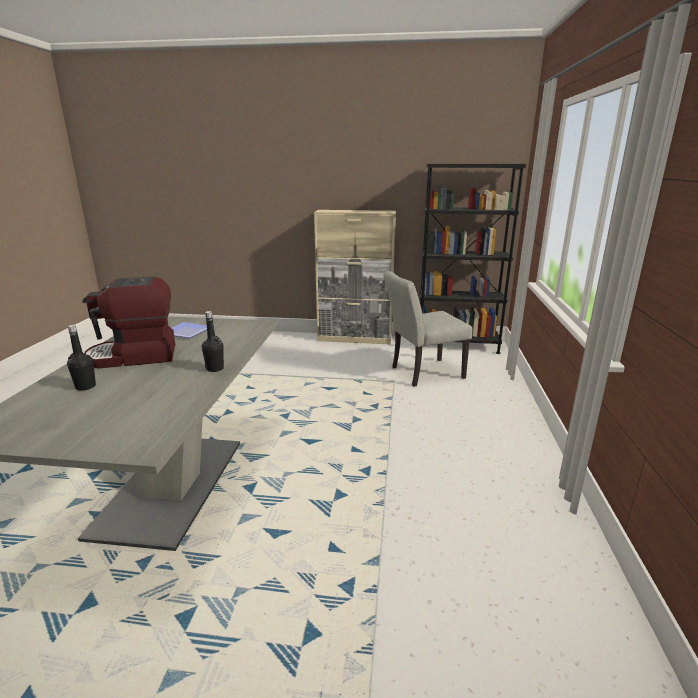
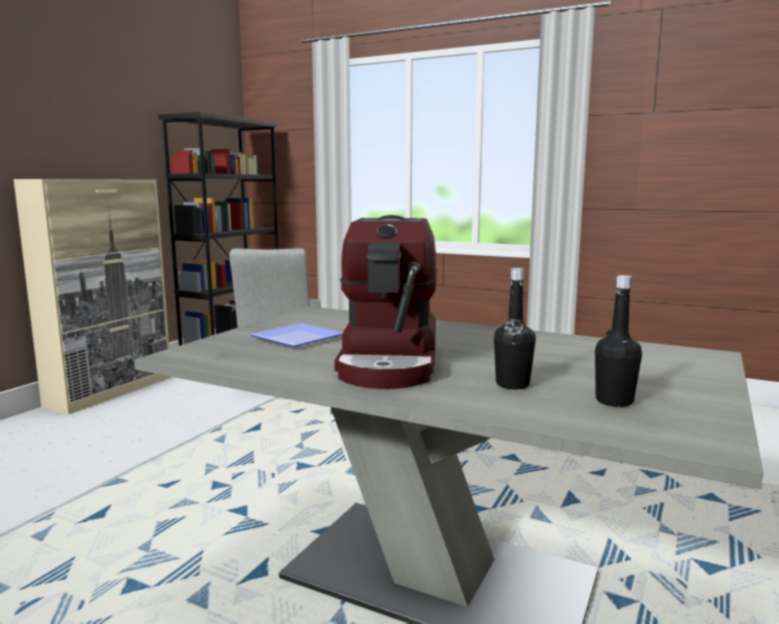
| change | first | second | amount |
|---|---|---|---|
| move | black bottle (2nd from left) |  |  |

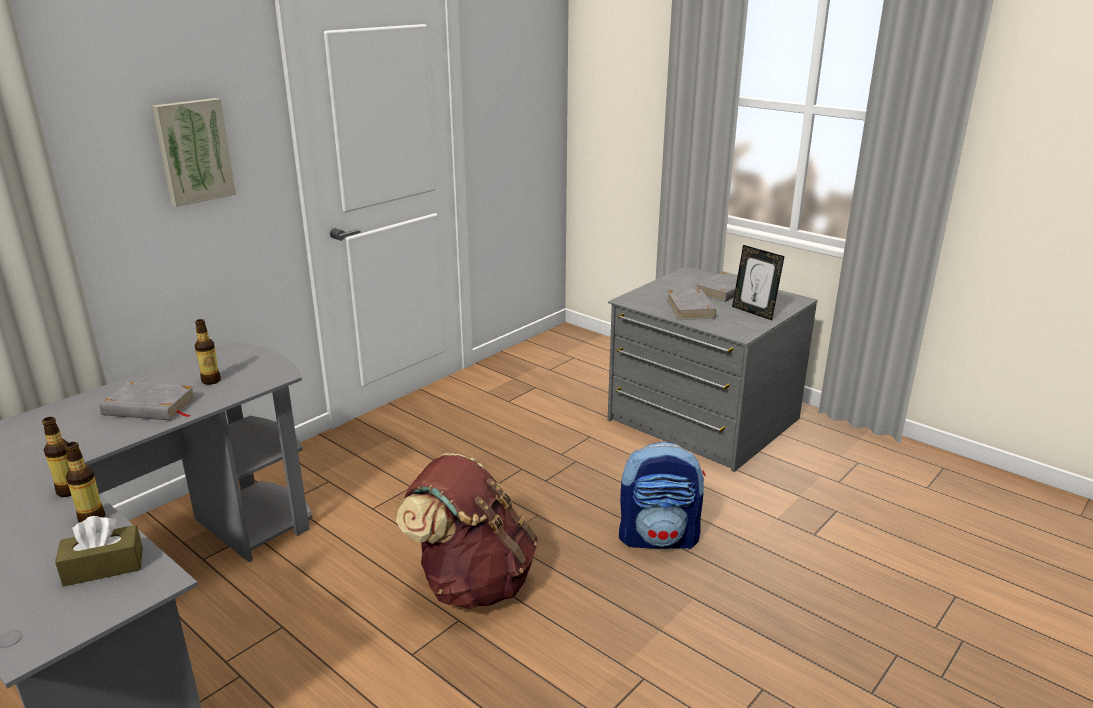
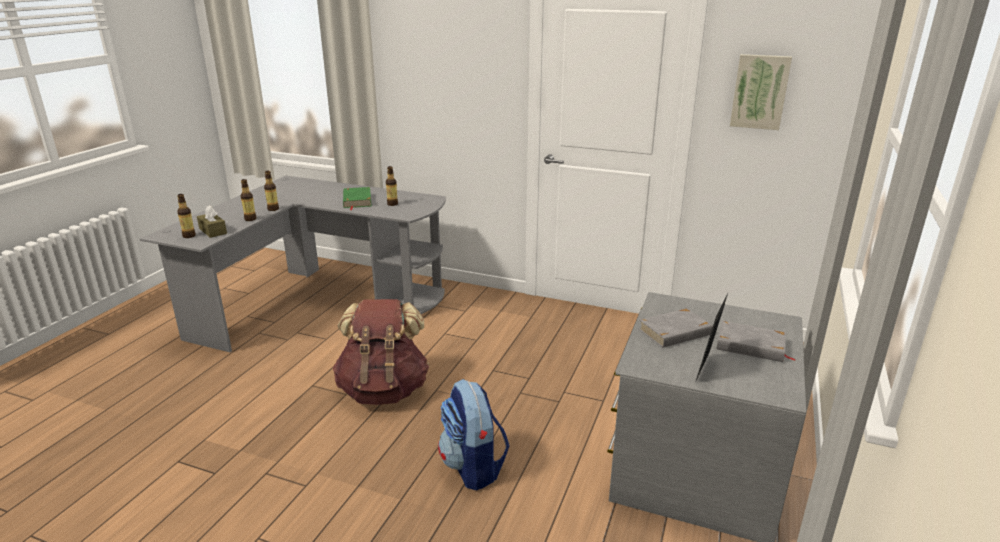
| change | first | second | amount |
|---|---|---|---|
| insert |  | bottle (1st from left) |  |
| move | wall art |  |  |
| recolor | grey book (1st from left) | green-coloured book |  |

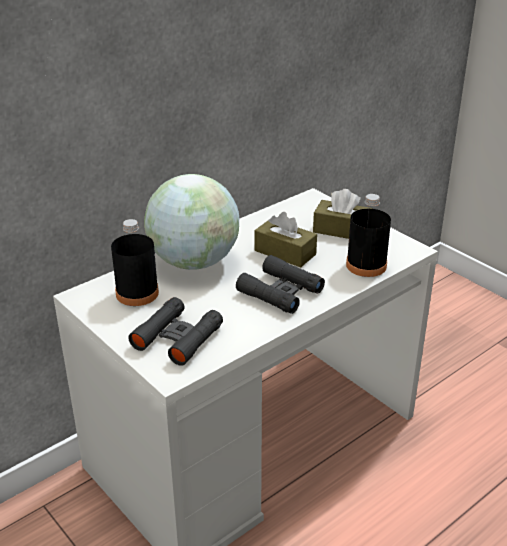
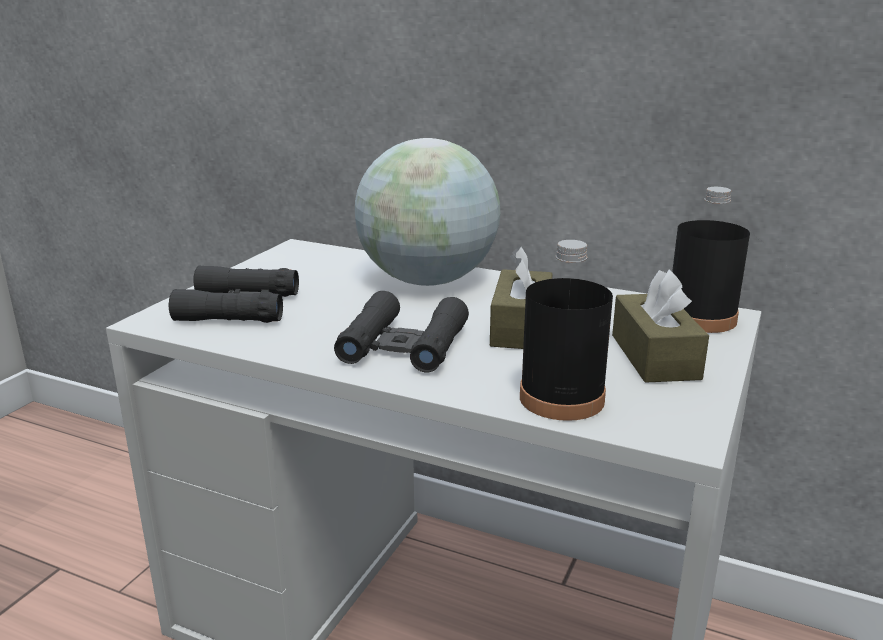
| change | first | second | amount |
|---|---|---|---|
| move | black bottle (1st from left in the first image) | black bottle (2nd from left) |  |

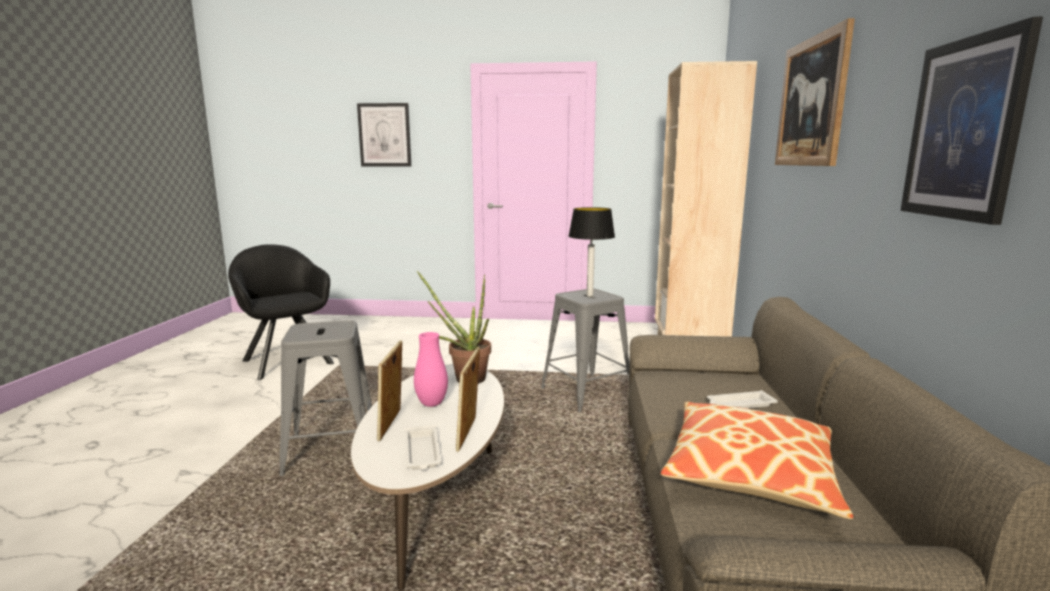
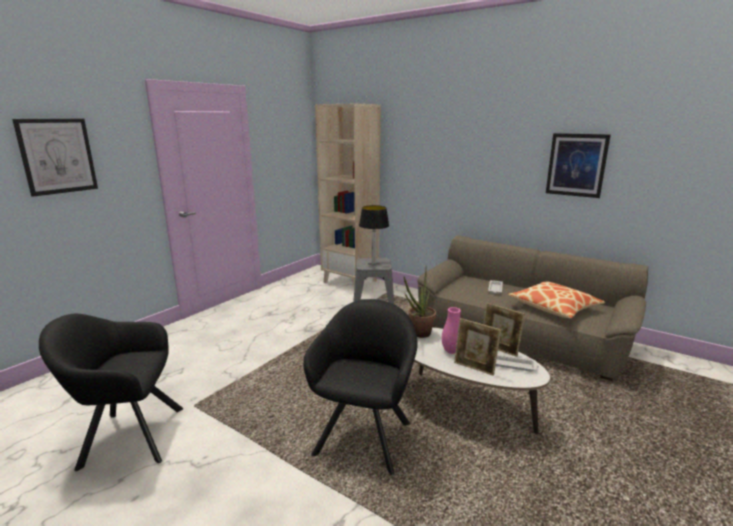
| change | first | second | amount |
|---|---|---|---|
| delete | wall art (2nd from left) |  |  |
| replace | grey stool seat (1st from left) | black lounge chair (2nd from left) |  |

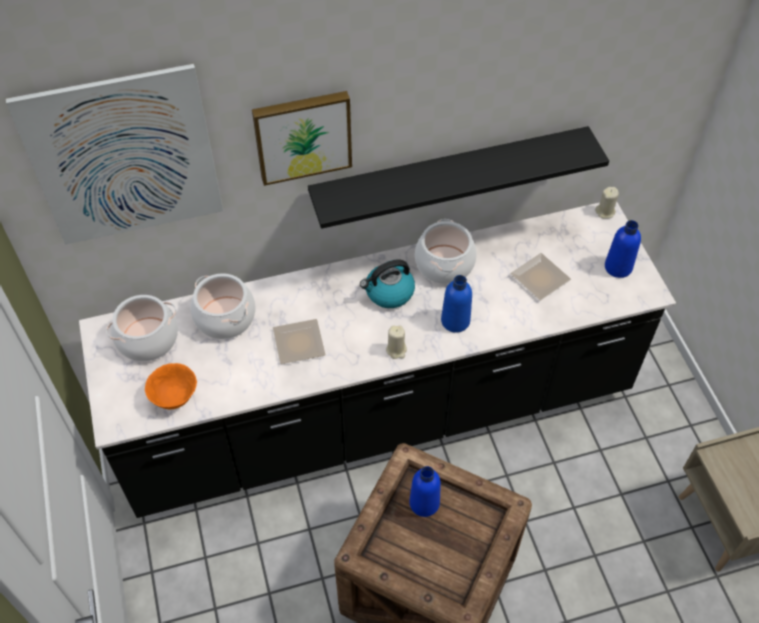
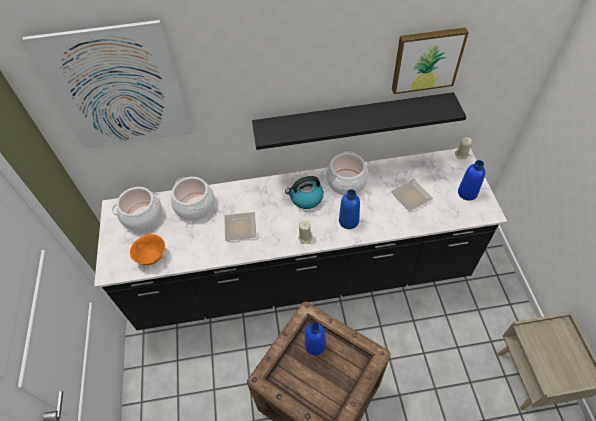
| change | first | second | amount |
|---|---|---|---|
| move | wall art (2nd from left) |  |  |

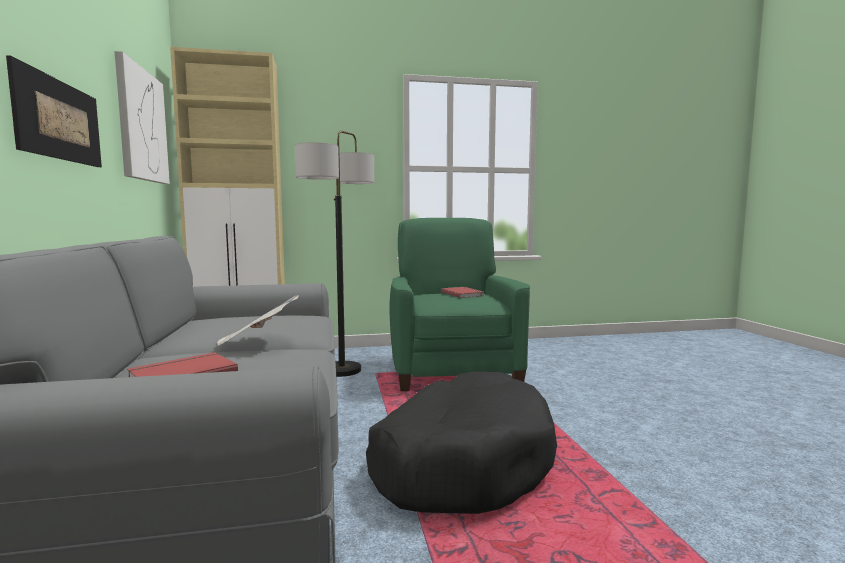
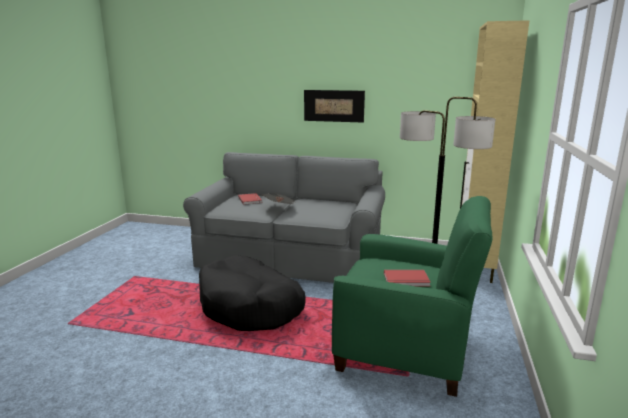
| change | first | second | amount |
|---|---|---|---|
| delete | wall art (2nd from left) |  |  |

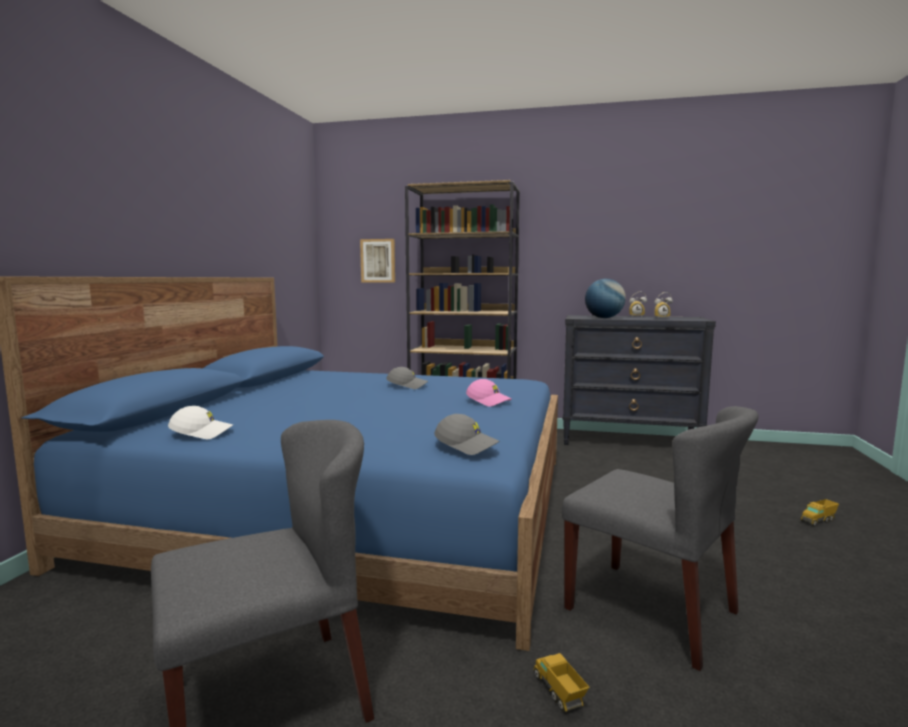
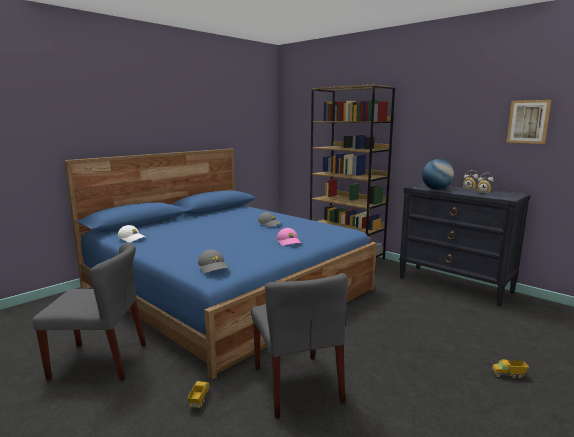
| change | first | second | amount |
|---|---|---|---|
| move | wall art |  |  |

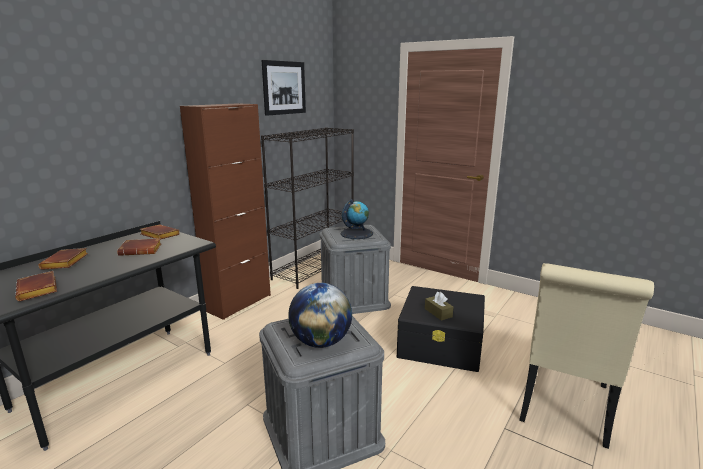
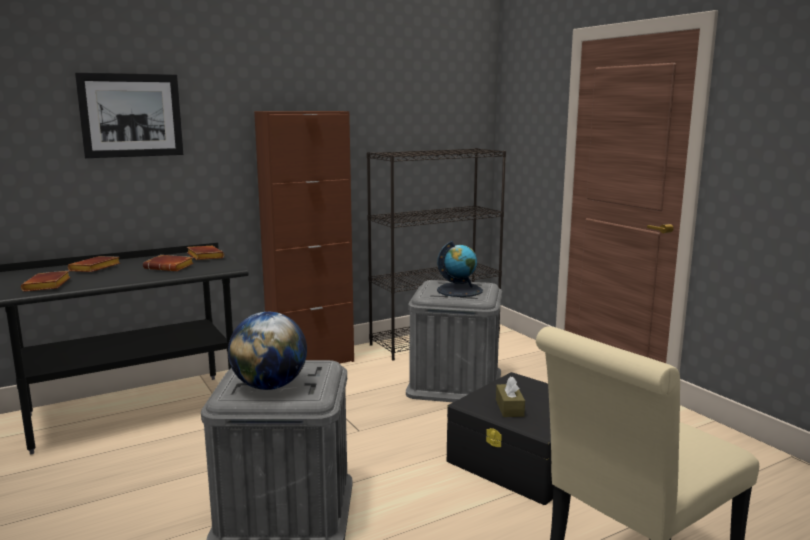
| change | first | second | amount |
|---|---|---|---|
| move | wall art |  |  |

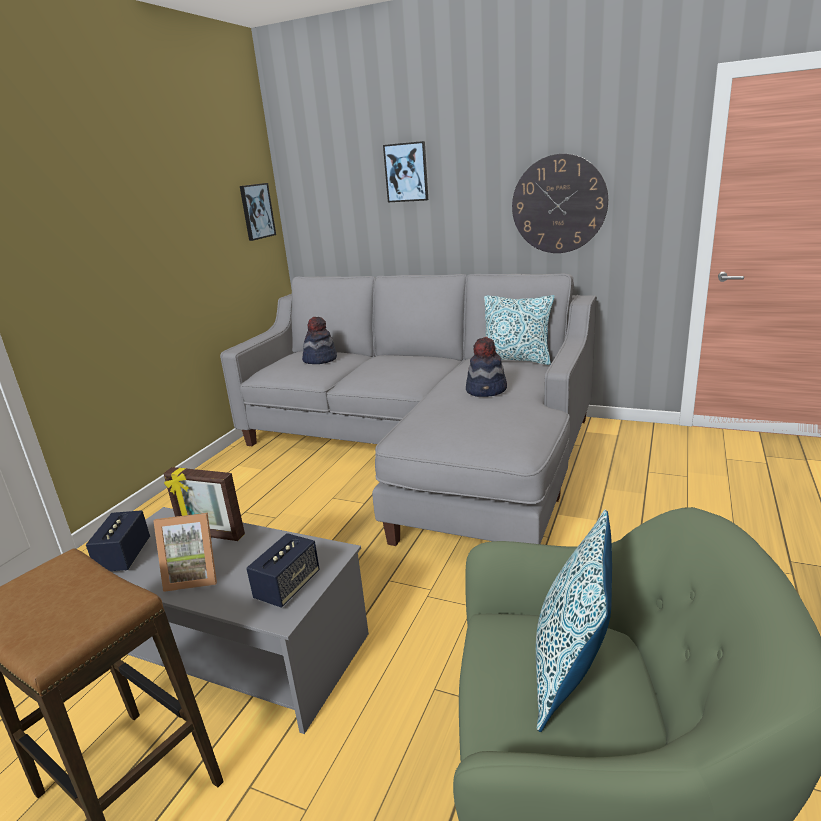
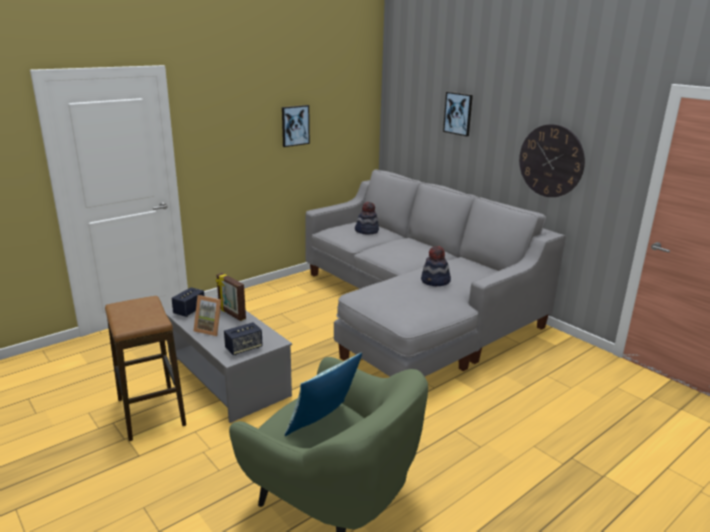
| change | first | second | amount |
|---|---|---|---|
| delete | pillow (1st from left) |  |  |
| move | wall art (1st from left) |  |  |

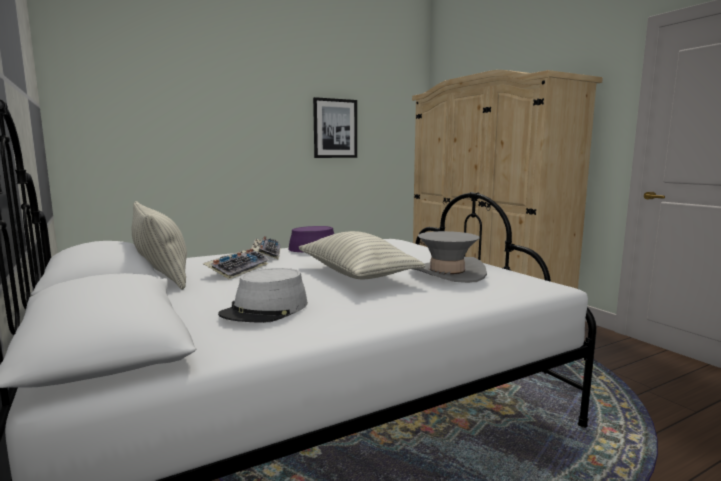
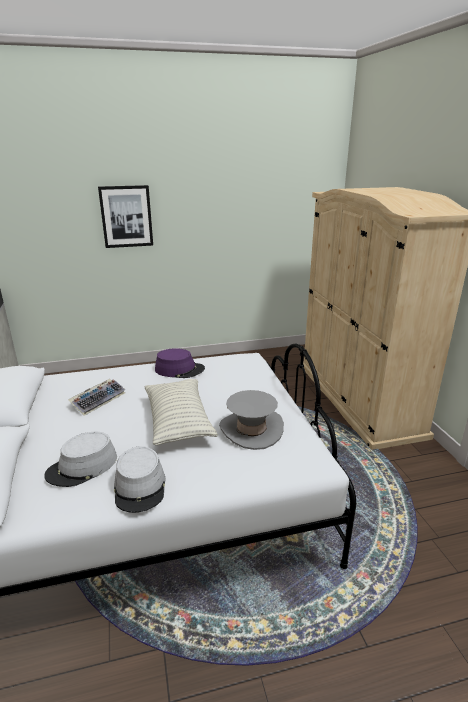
| change | first | second | amount |
|---|---|---|---|
| delete | pillow (1st from left) |  |  |
| delete | PC keyboard (2nd from left) |  |  |
| insert |  | grey wearable hat (2nd from left) |  |
| move | wall art |  |  |

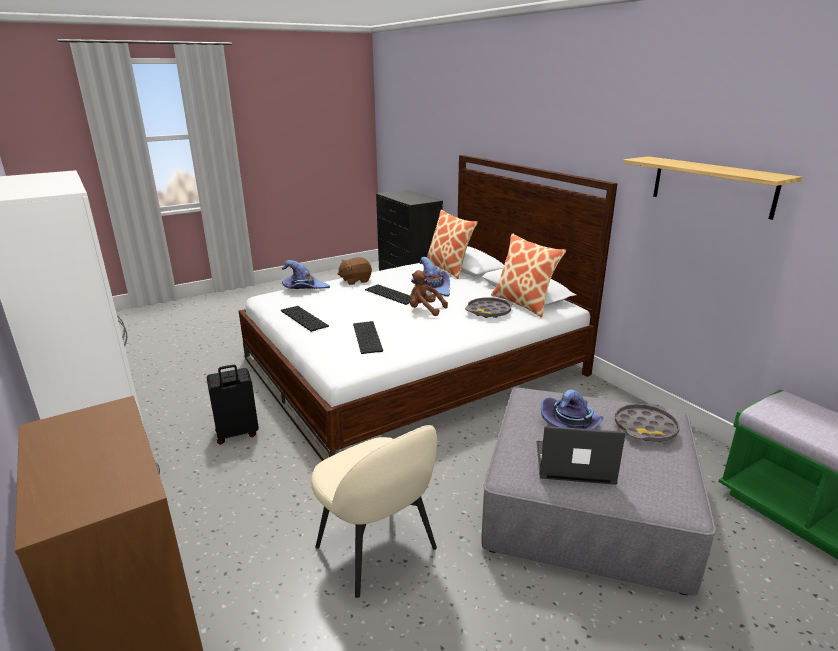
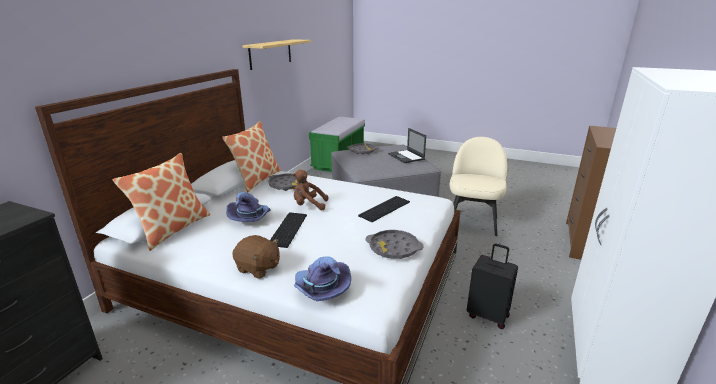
| change | first | second | amount |
|---|---|---|---|
| delete | purplish wearable hat (3rd from left) |  |  |
| replace | PC keyboard (1st from left) | grey carrying tray (3rd from left) |  |
| rotate | brown-coloured plush toy (2nd from left) |  | 105 degrees clockwise |

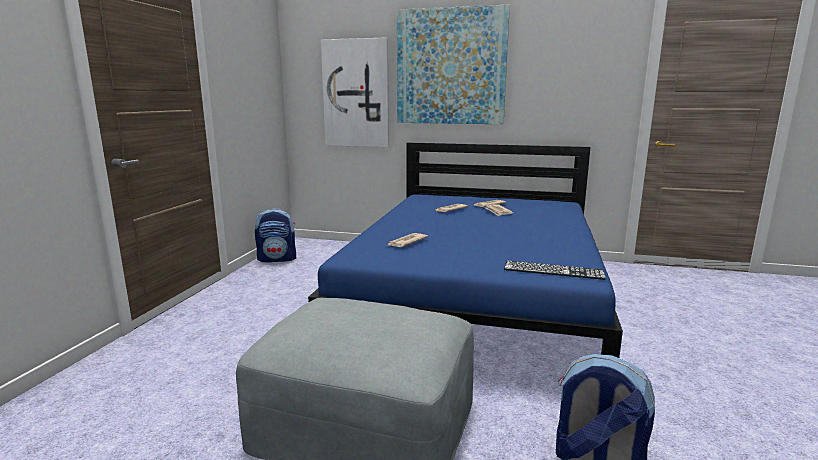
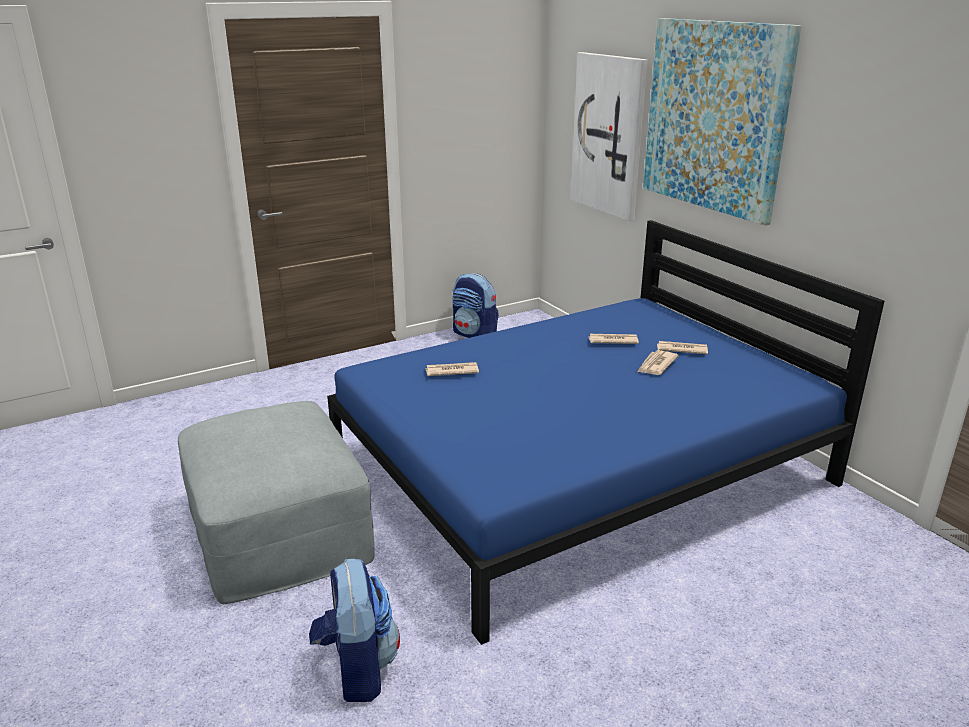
| change | first | second | amount |
|---|---|---|---|
| delete | PC keyboard |  |  |

